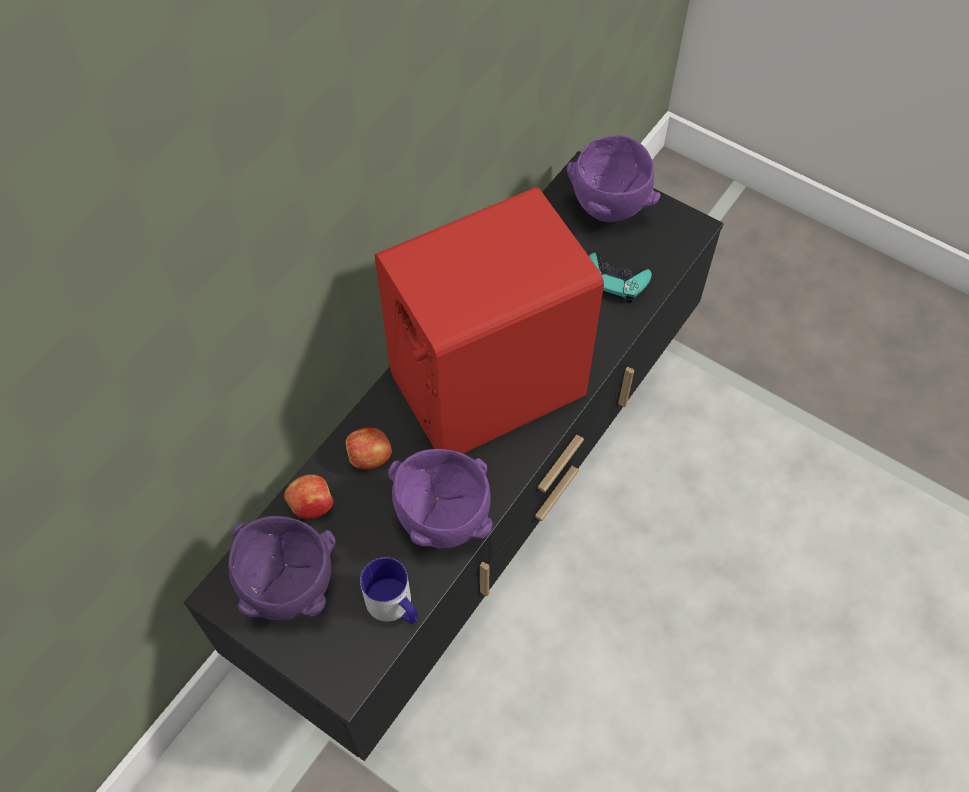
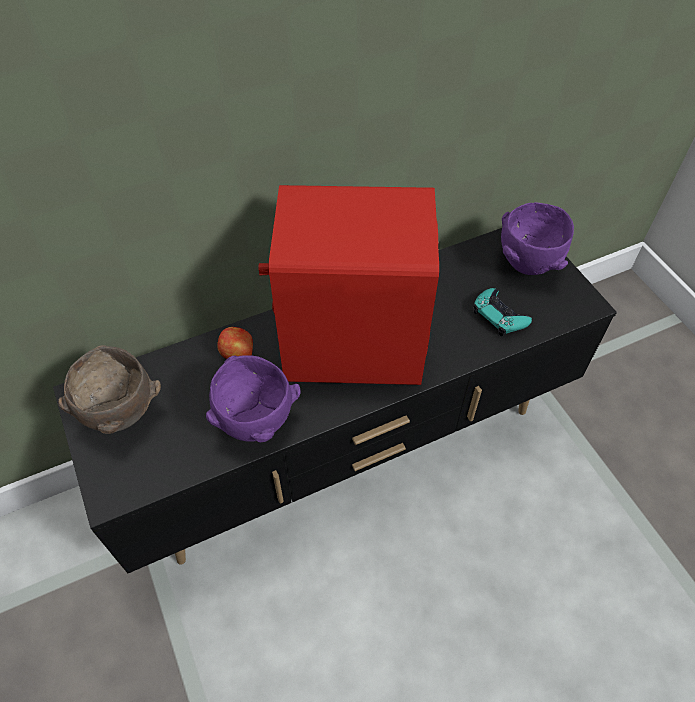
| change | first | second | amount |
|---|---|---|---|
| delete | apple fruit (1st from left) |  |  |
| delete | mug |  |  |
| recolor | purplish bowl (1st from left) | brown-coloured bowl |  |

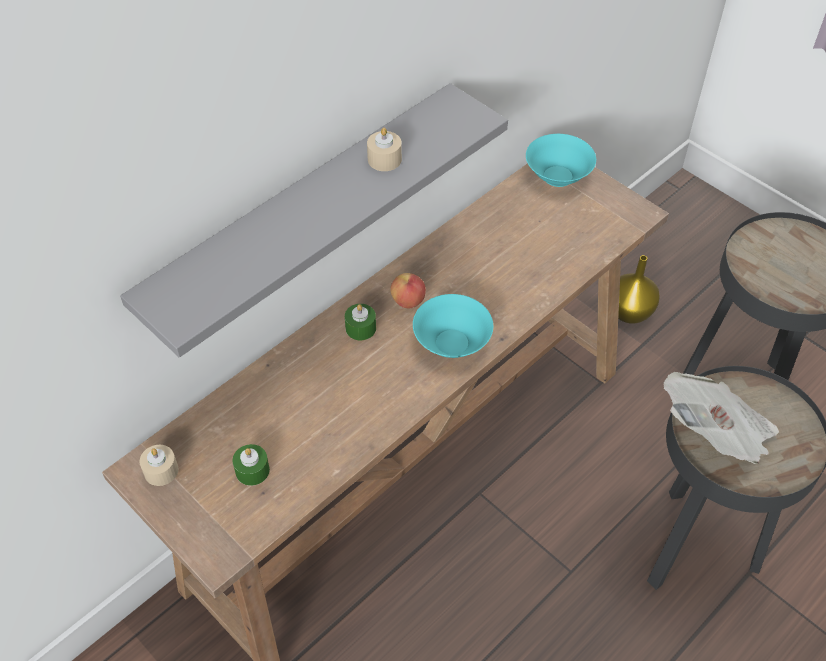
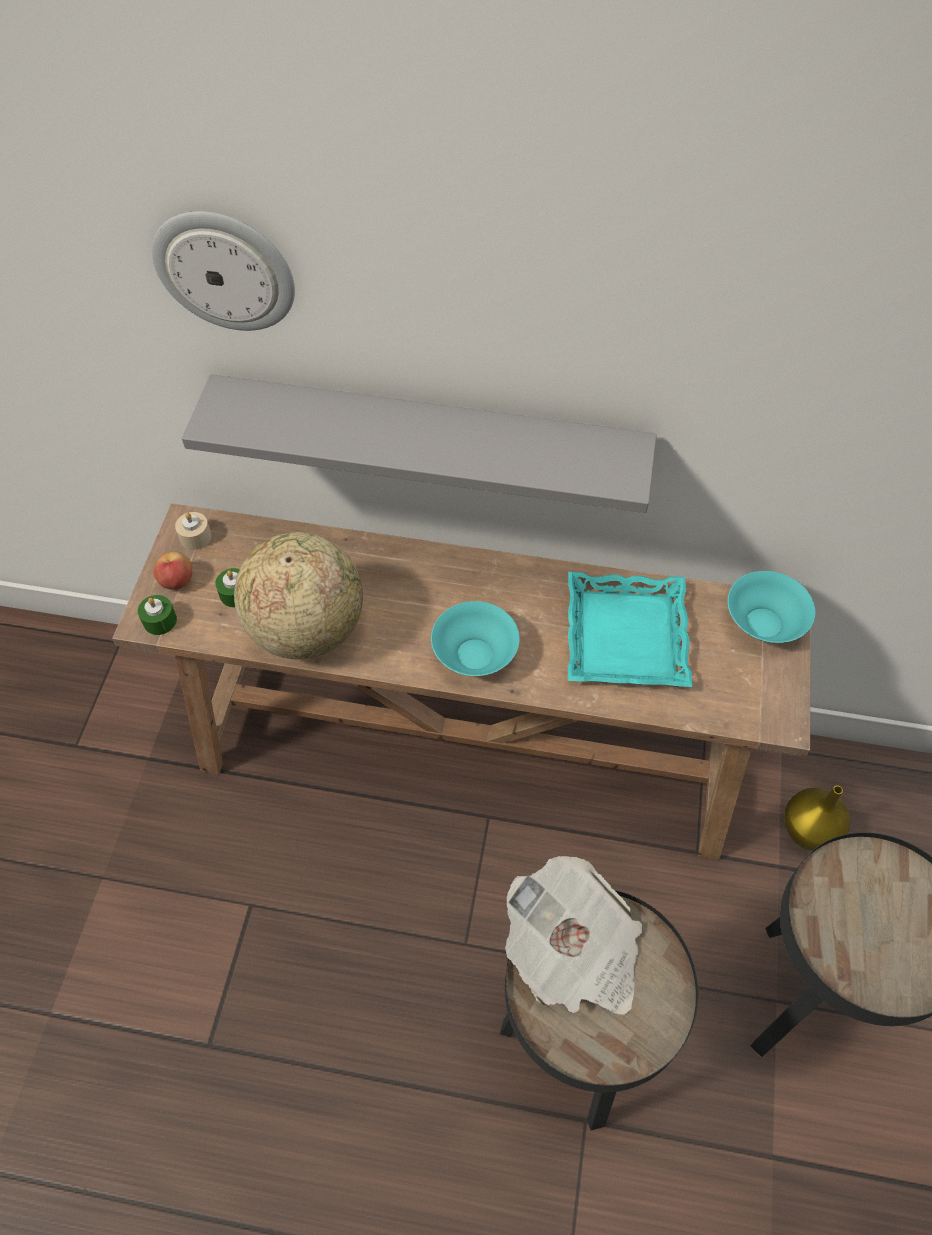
| change | first | second | amount |
|---|---|---|---|
| delete | beige wax light (2nd from left) |  |  |
| insert |  | hanging clock |  |
| insert |  | globe |  |
| insert |  | turquoise carrying tray |  |
| move | green-coloured wax light (2nd from left in the first image) | green-coloured wax light (1st from left) |  |
| move | apple fruit |  |  |

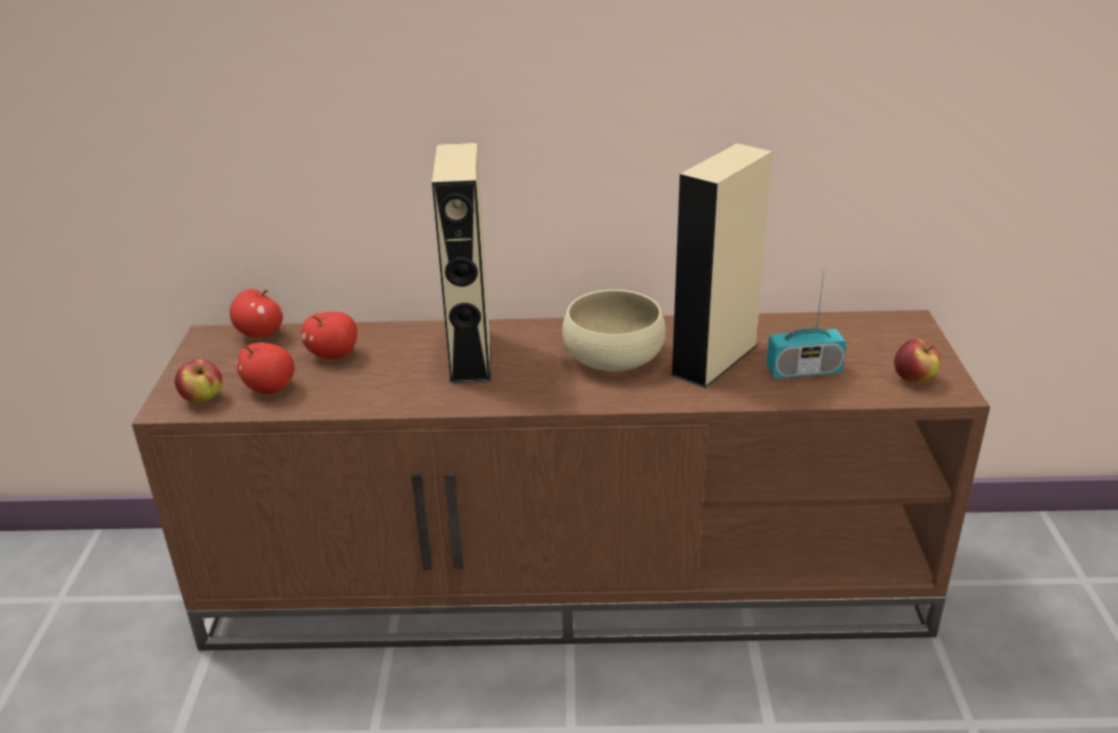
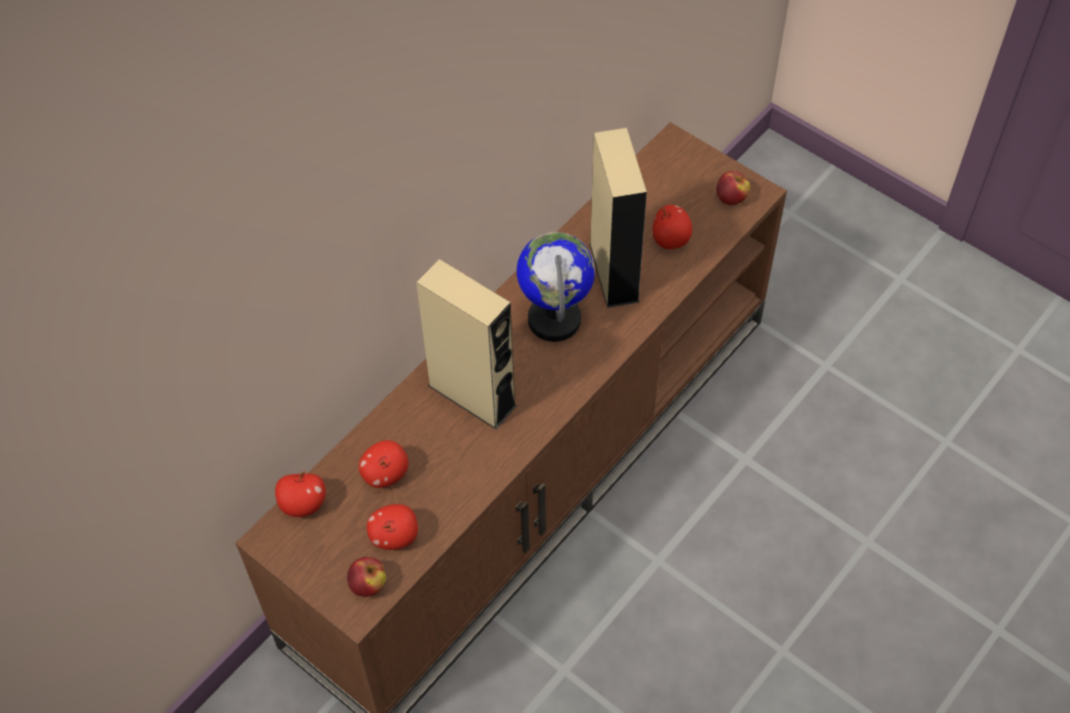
| change | first | second | amount |
|---|---|---|---|
| replace | beige bowl | globe |  |
| replace | radio set | apple fruit (5th from left) |  |

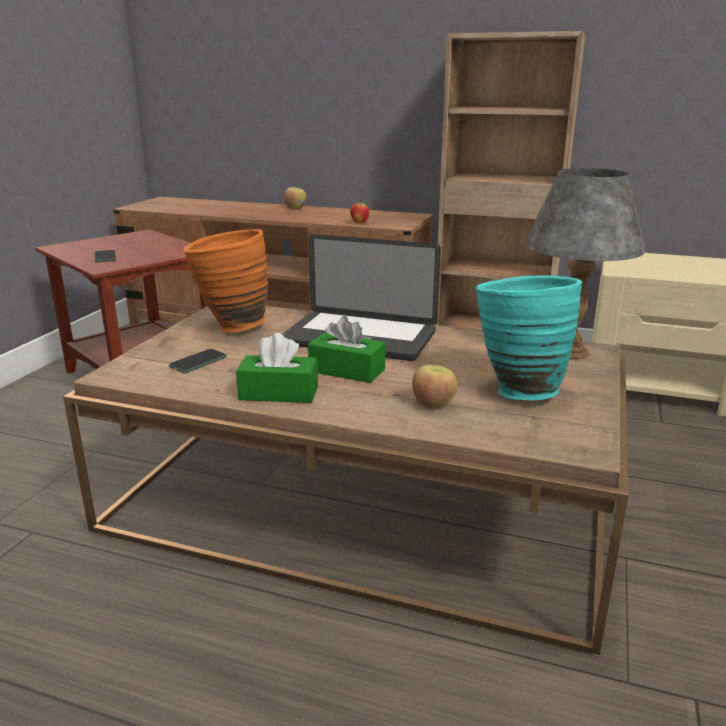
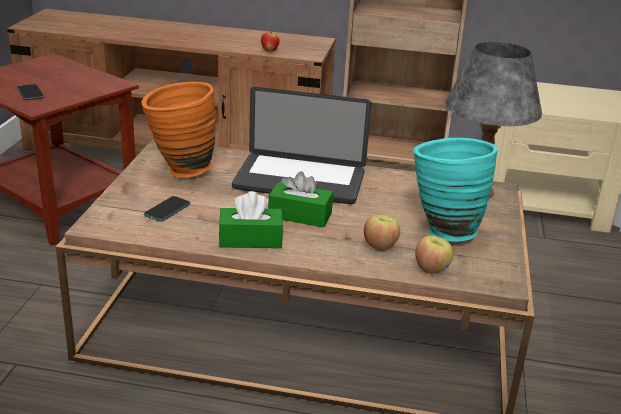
| change | first | second | amount |
|---|---|---|---|
| move | apple fruit (1st from left in the first image) | apple fruit (3rd from left) |  |

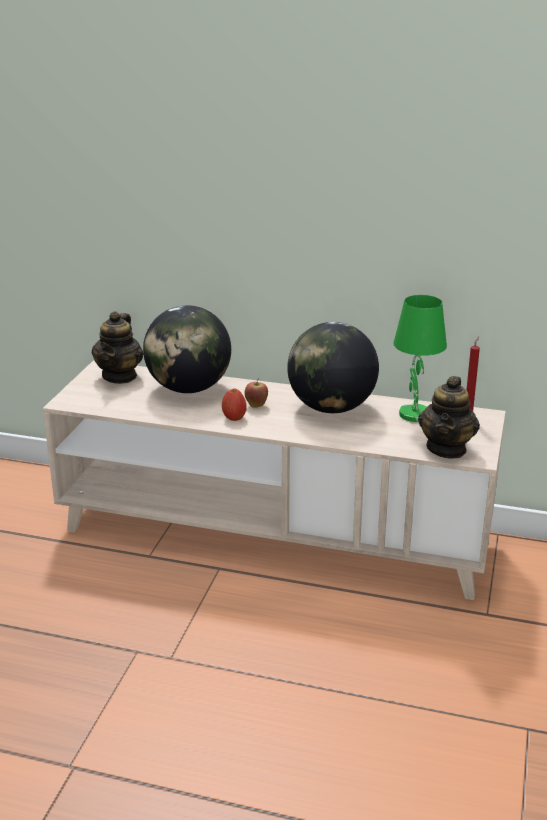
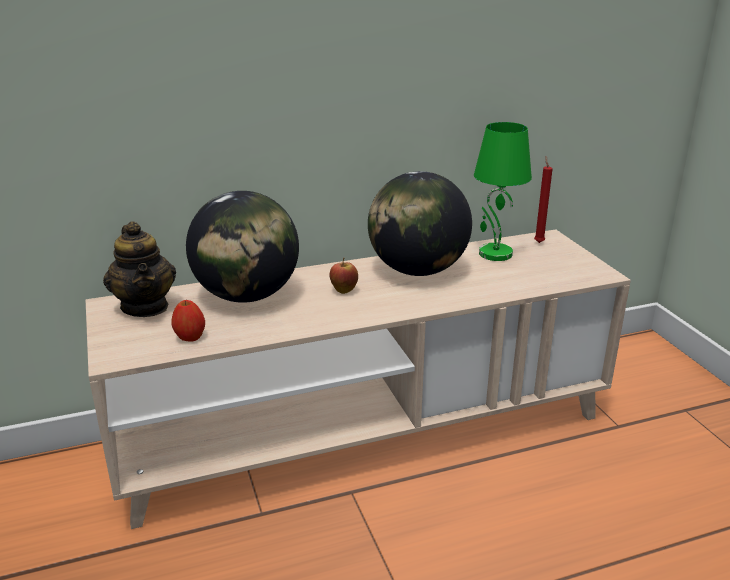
| change | first | second | amount |
|---|---|---|---|
| delete | pot for tea (2nd from left) |  |  |
| move | apple fruit (1st from left) |  |  |

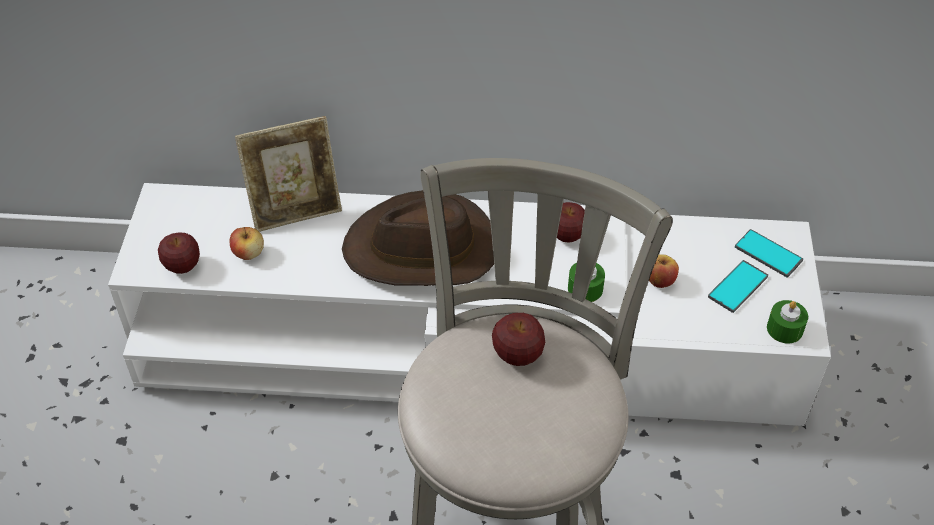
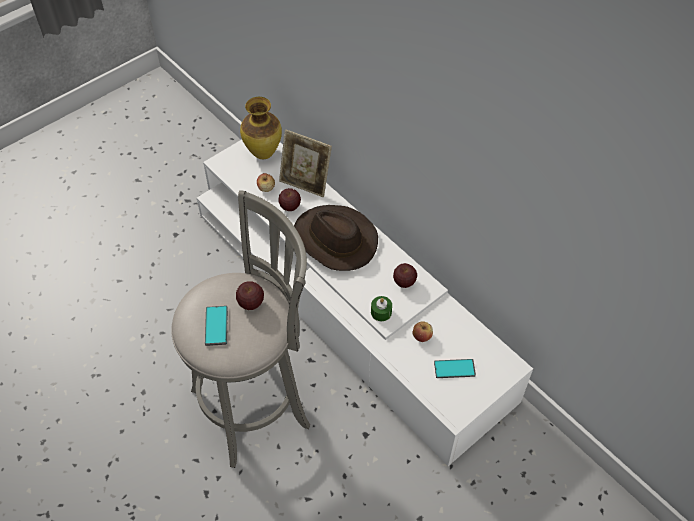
| change | first | second | amount |
|---|---|---|---|
| delete | green-coloured wax light (2nd from left) |  |  |
| insert |  | vase |  |
| move | apple fruit (1st from left in the first image) | apple fruit (3rd from left) |  |
| move | telephone (2nd from left in the first image) | telephone (1st from left) |  |

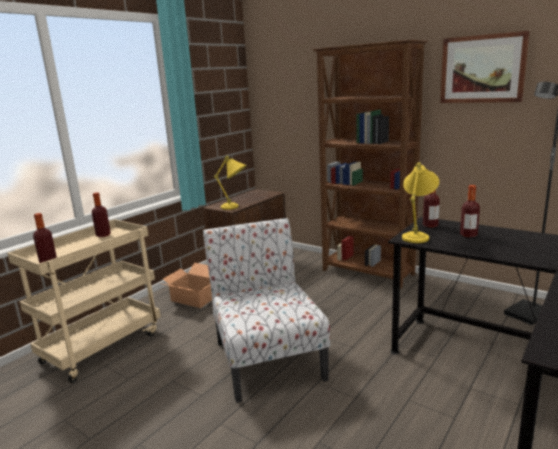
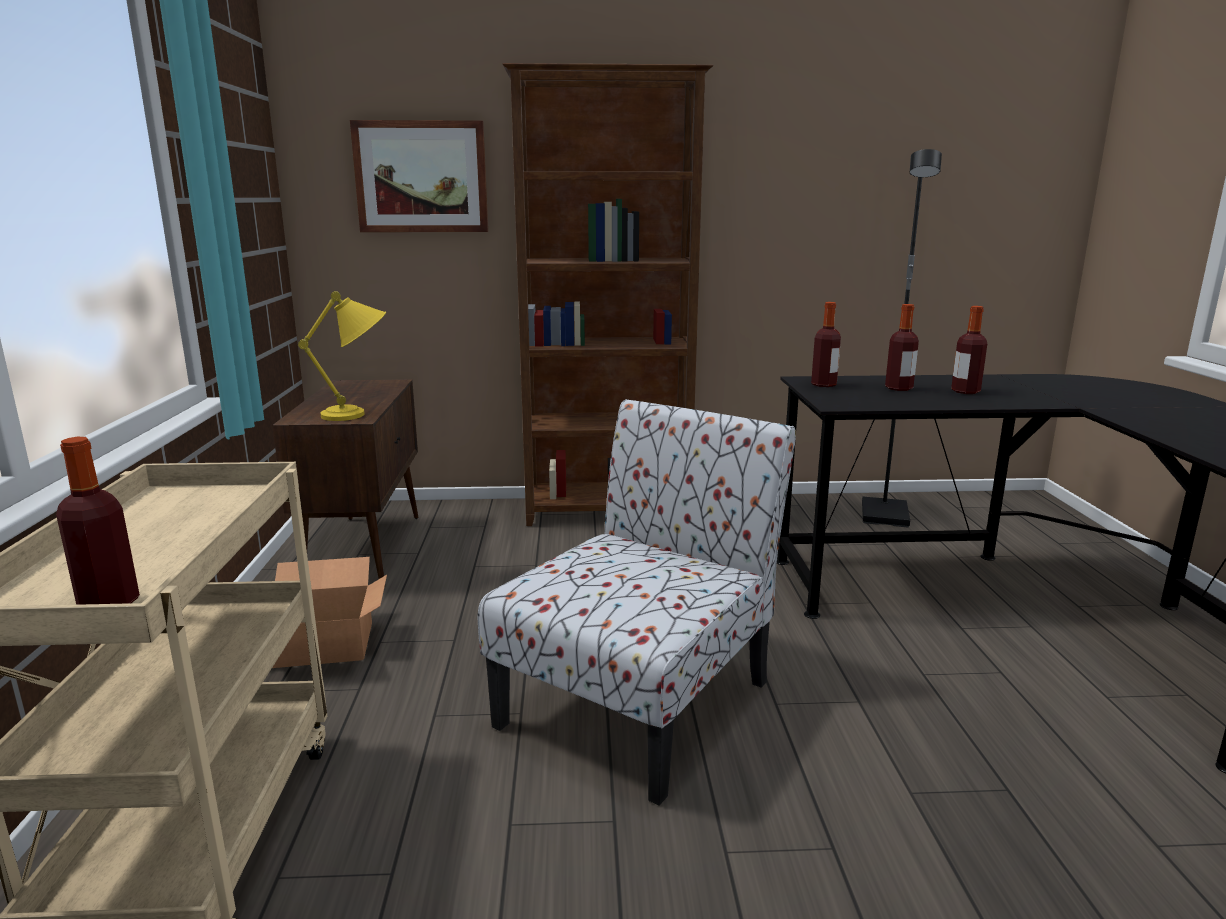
| change | first | second | amount |
|---|---|---|---|
| delete | yellow table lamp (2nd from left) |  |  |
| move | bottle (2nd from left in the first image) | bottle (4th from left) |  |
| move | wall art |  |  |
| rotate | chair |  | 90 degrees clockwise |

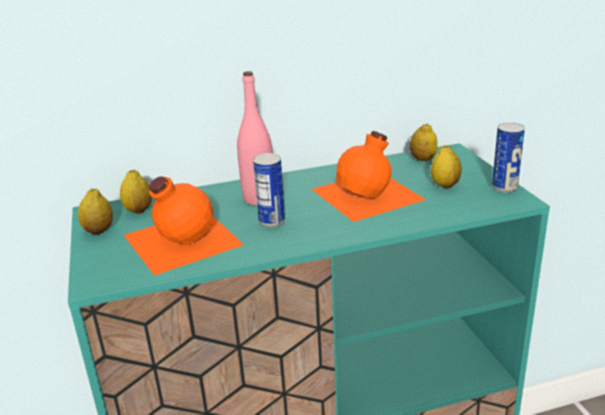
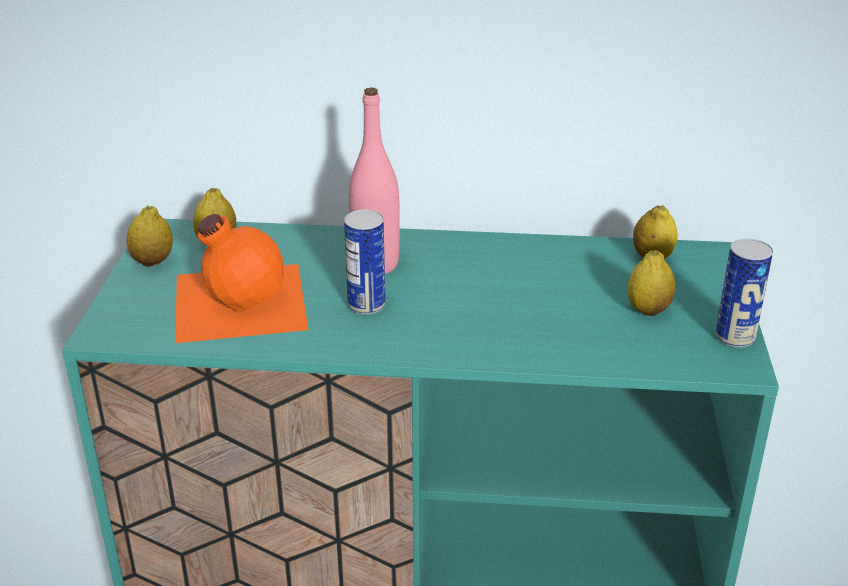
| change | first | second | amount |
|---|---|---|---|
| delete | orange-coloured bottle (2nd from left) |  |  |

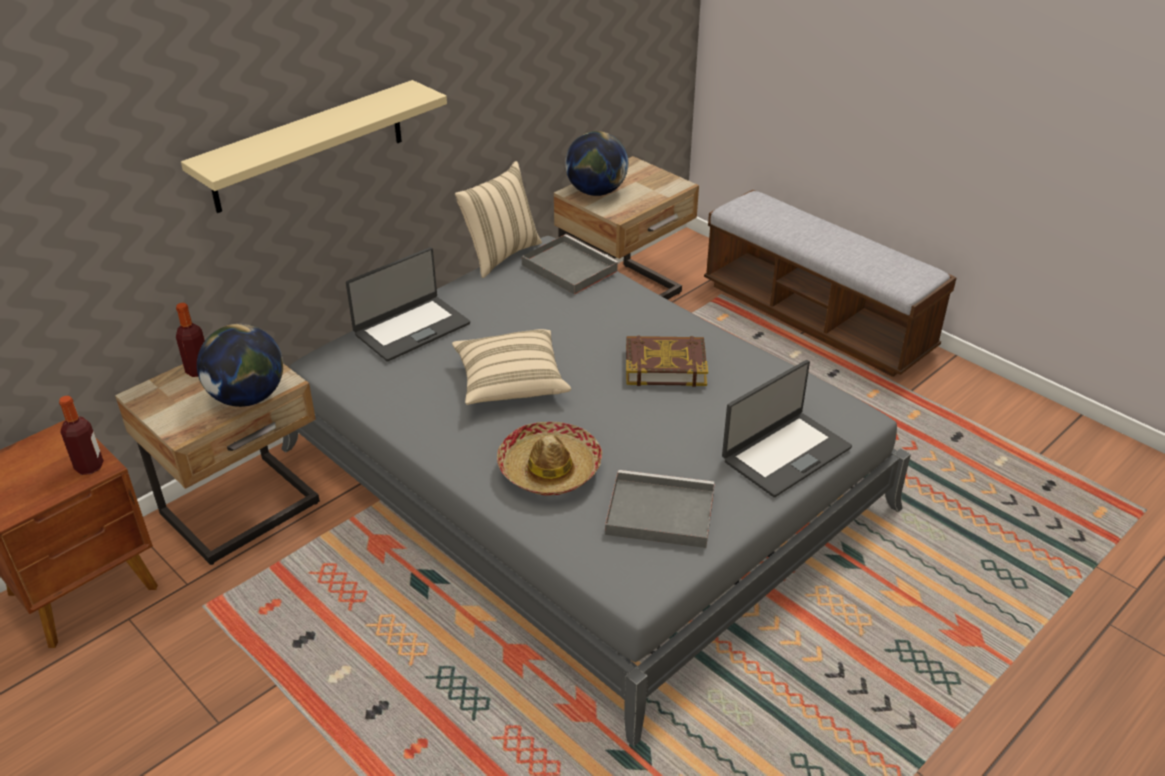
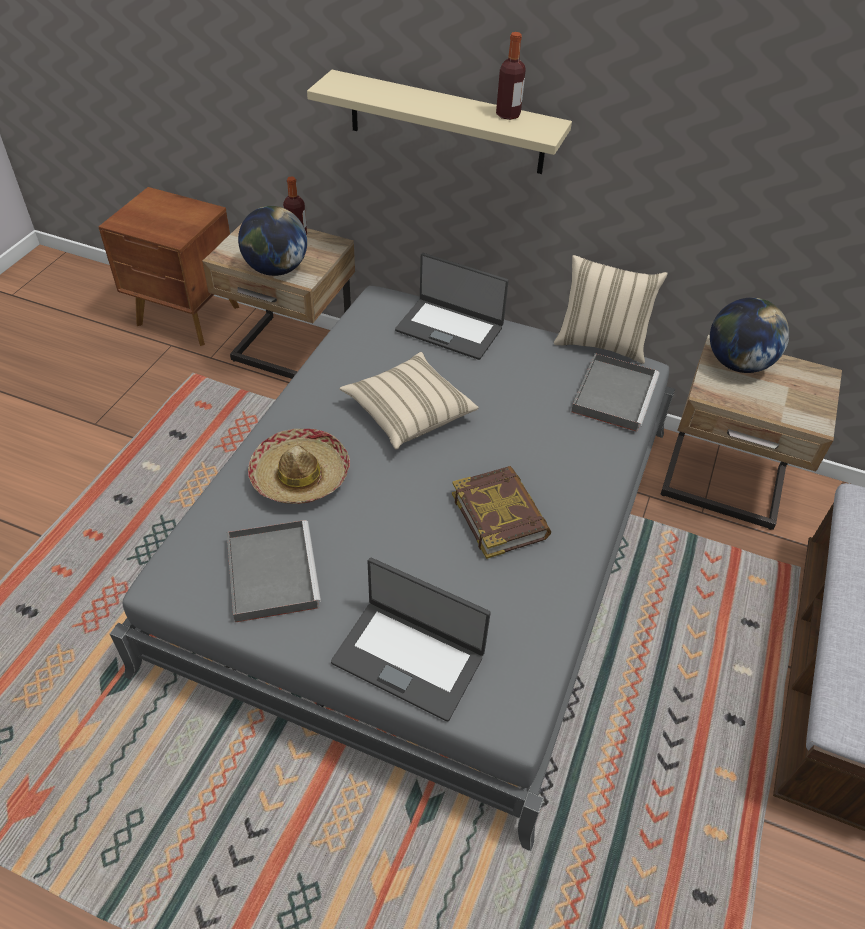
| change | first | second | amount |
|---|---|---|---|
| move | bottle (1st from left in the first image) | bottle (2nd from left) |  |

